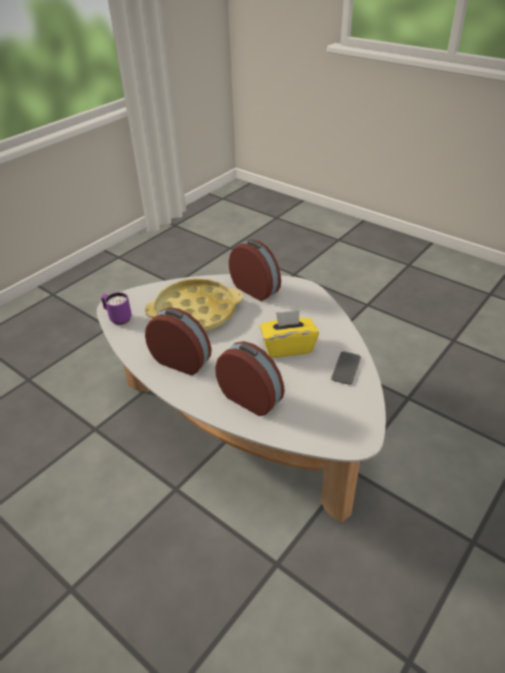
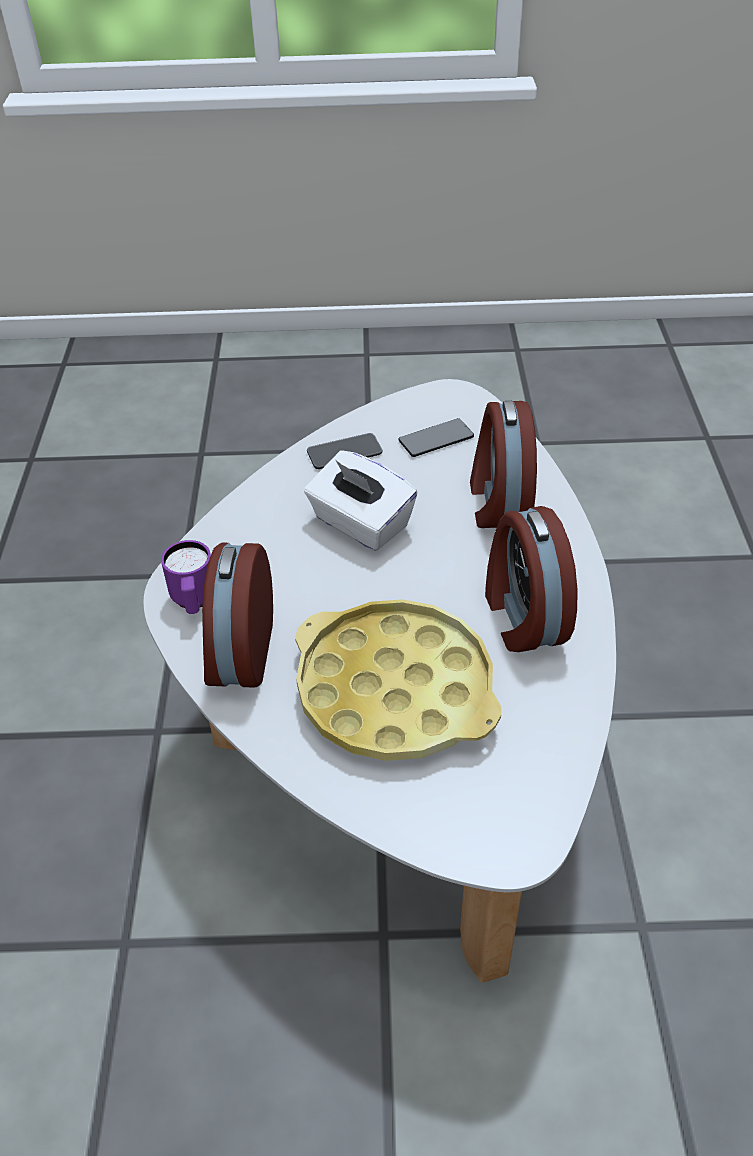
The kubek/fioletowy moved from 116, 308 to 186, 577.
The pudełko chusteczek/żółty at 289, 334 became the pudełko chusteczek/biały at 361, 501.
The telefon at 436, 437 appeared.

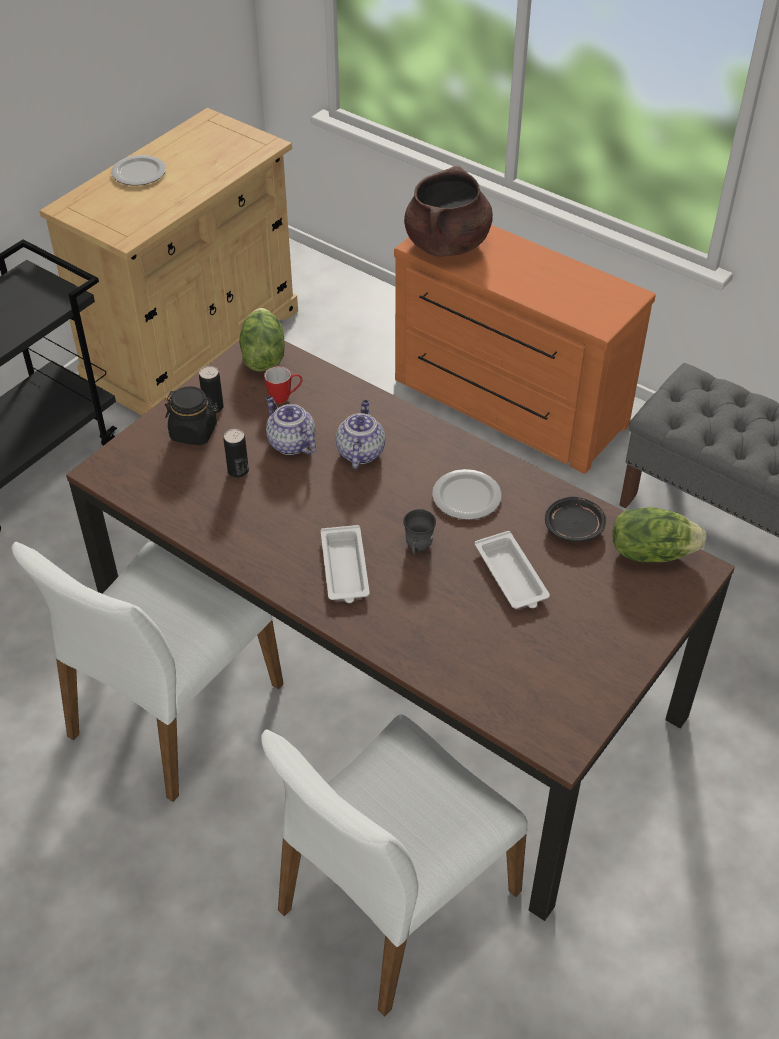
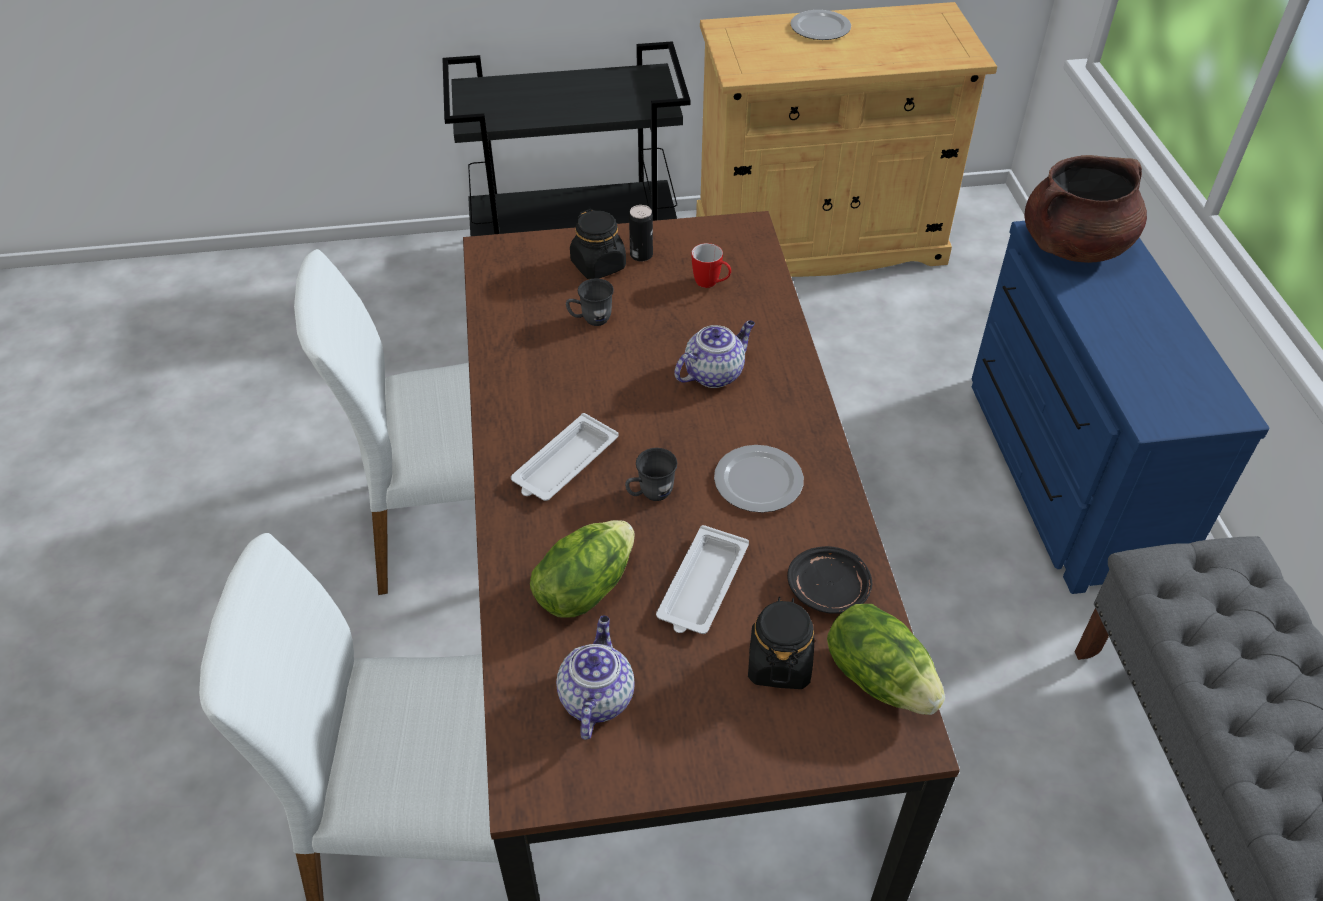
The puszka at 236, 453 was replaced by the kubek/szary at 590, 302.
The sałata moved from 262, 340 to 582, 568.
The imbryk moved from 290, 425 to 595, 678.
The komoda/pomarańczowy at 525, 349 became the komoda/niebieski at 1120, 407.
The słoik/czarny at 781, 643 appeared.

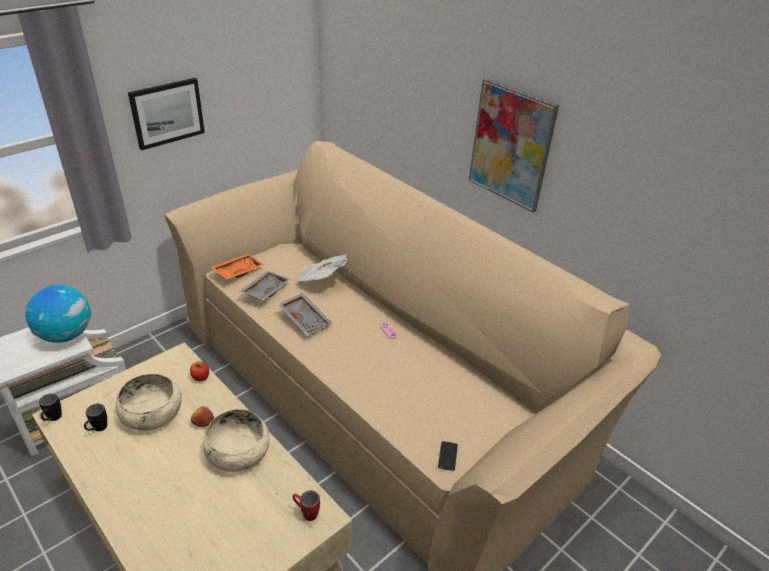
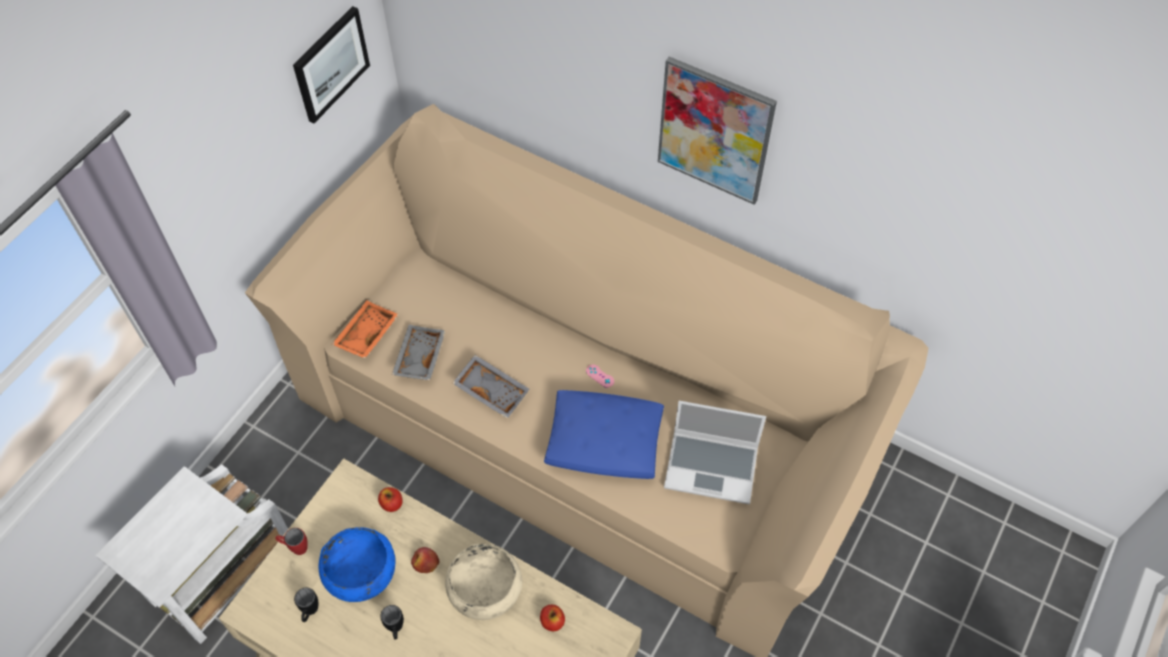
The globus at 58, 314 disappeared.
The kubek/czarny moved from 50, 407 to 392, 622.
The miska/beżowy at 148, 402 became the miska/niebieski at 357, 564.
The obraz moved from 166, 114 to 331, 64.
The kubek/czerwony moved from 306, 505 to 291, 541.
The gazeta at 322, 268 disappeared.
The telefon at 448, 456 disappeared.
The jabłko at 552, 618 appeared.
The poduszka/niebieski at 604, 434 appeared.
The laptop at 715, 452 appeared.

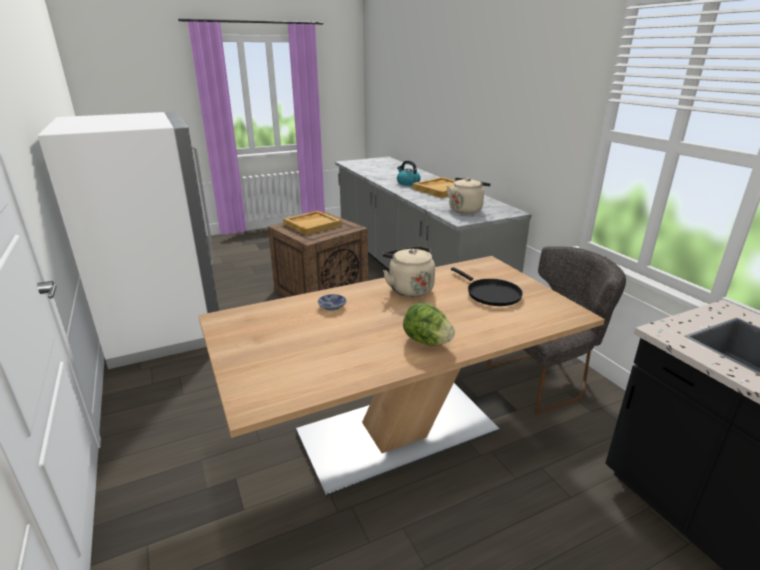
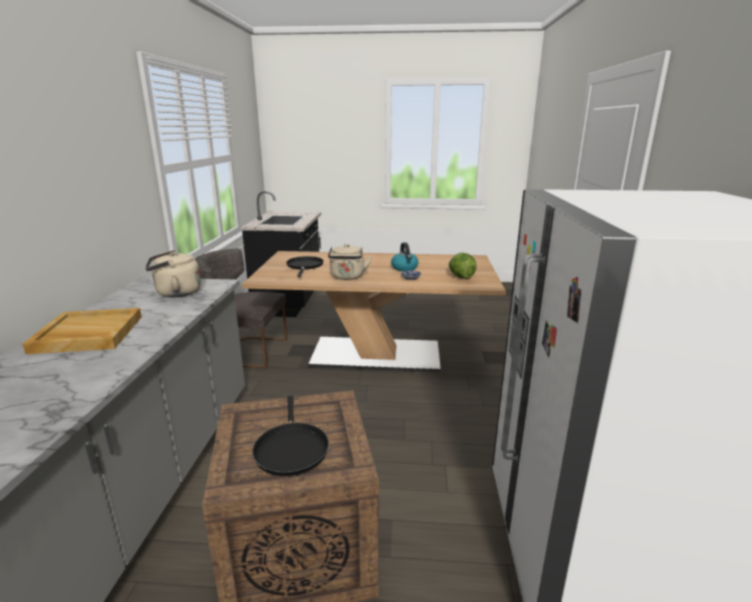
The taca/beżowy at 312, 223 was replaced by the patelnia/czarny at 290, 436.
The czajnik moved from 409, 173 to 405, 256.
The sałata moved from 429, 324 to 463, 266.

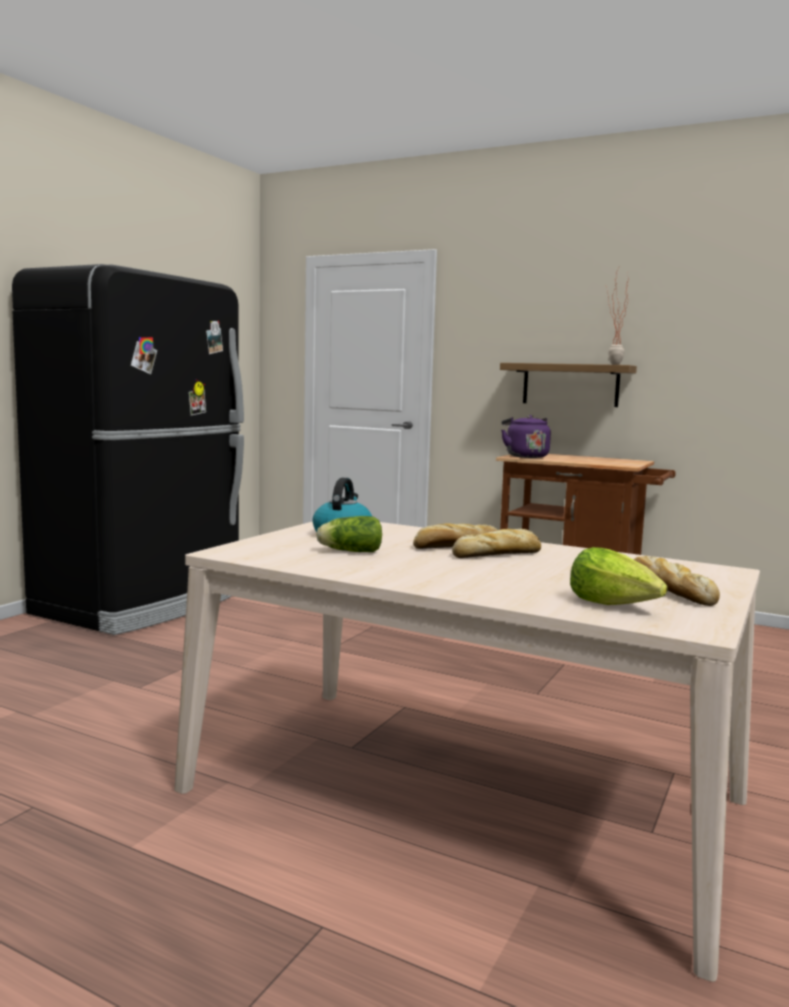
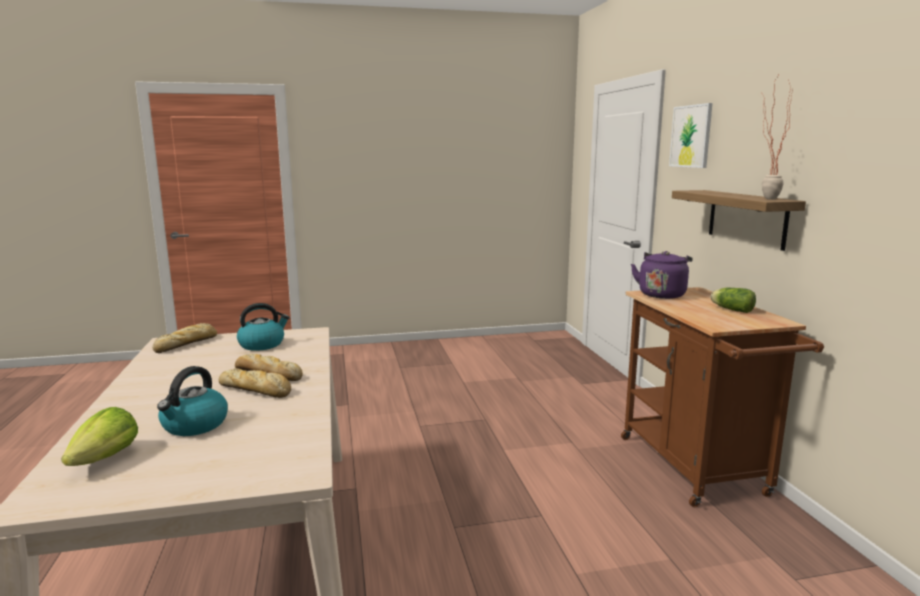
The lodówka/czarny at 128, 449 disappeared.
The sałata moved from 349, 534 to 733, 300.
The chleb moved from 677, 581 to 185, 338.
The czajnik at 192, 401 appeared.
The obraz at 691, 135 appeared.

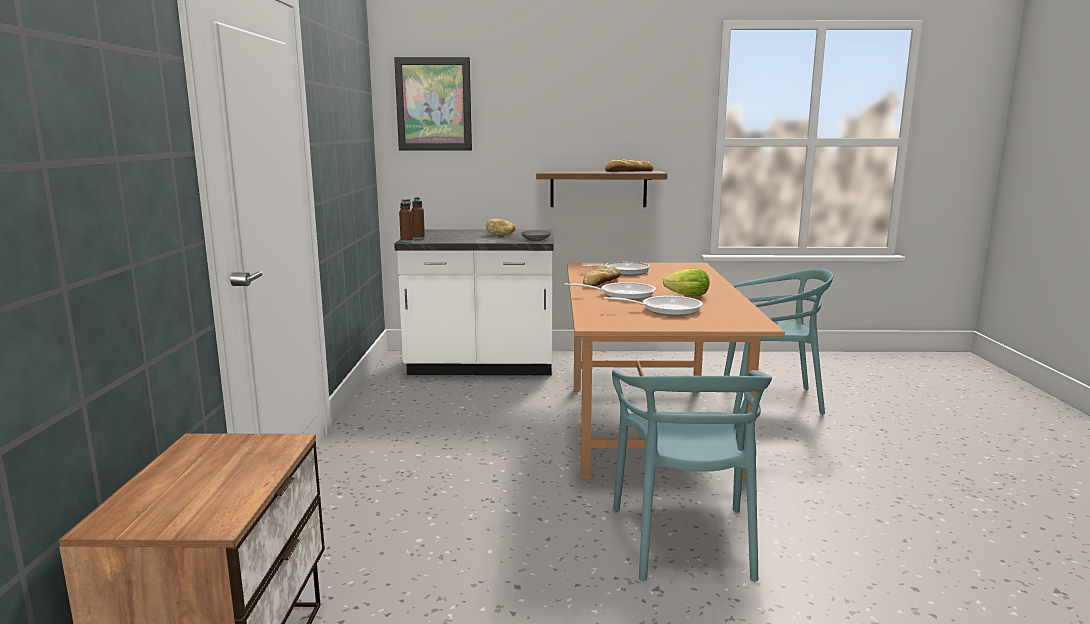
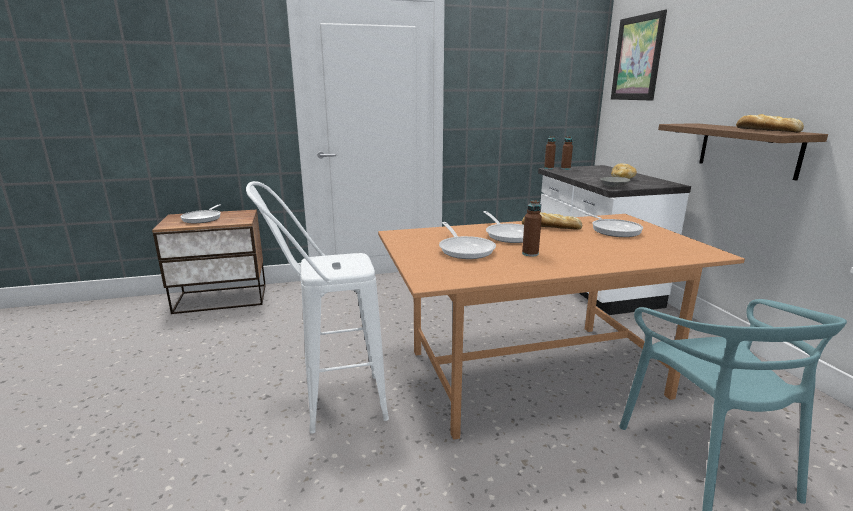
The krzesło/turkusowy at 692, 476 was replaced by the stołek/biały at 317, 307.
The sałata at 686, 282 was replaced by the butelka/brązowy at 532, 228.
The patelnia at 201, 214 appeared.

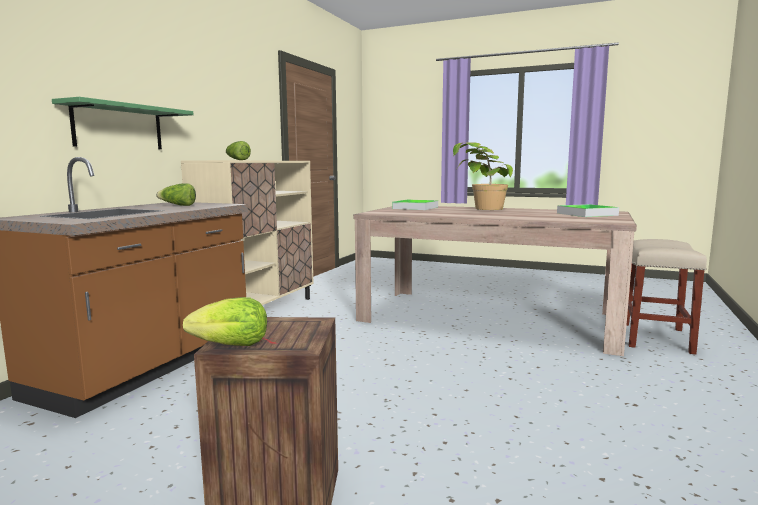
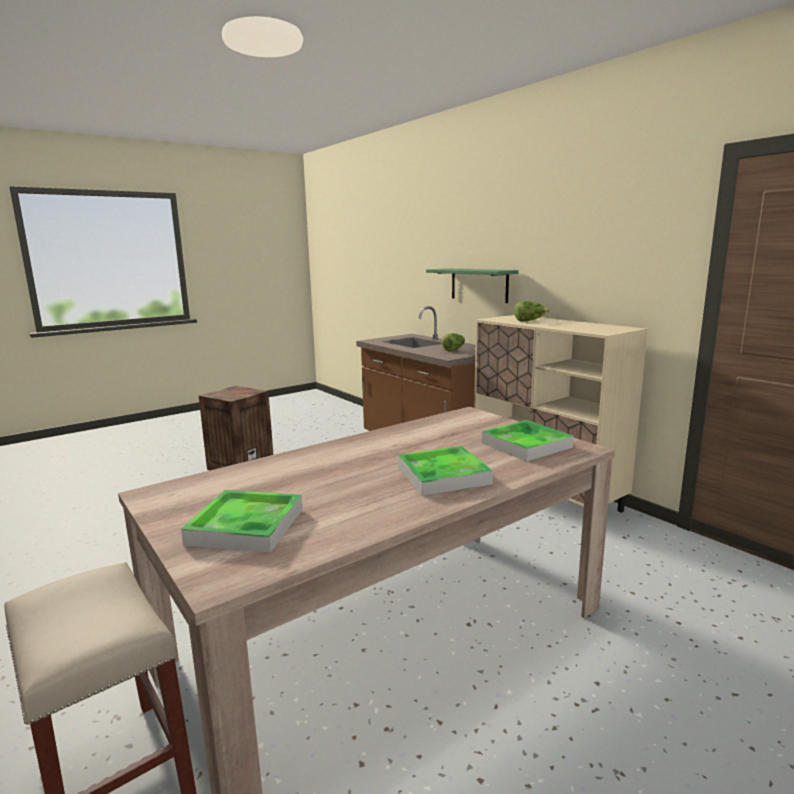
The sałata at 225, 321 disappeared.
The roślina doniczkowa at 483, 176 was replaced by the taca at 445, 470.

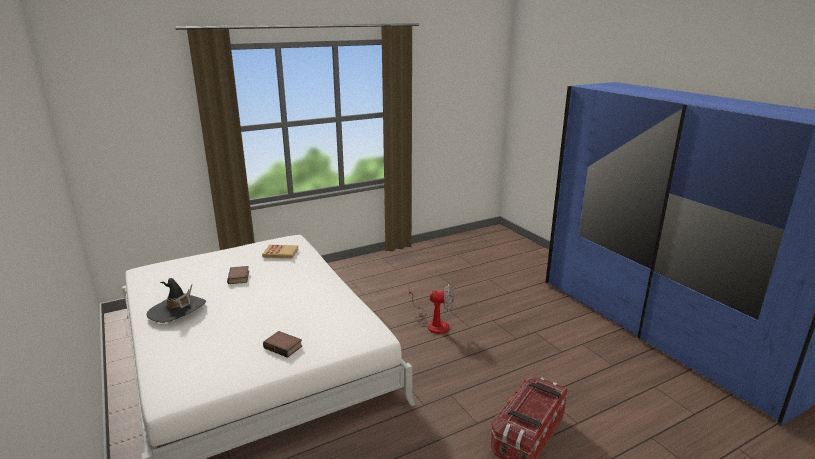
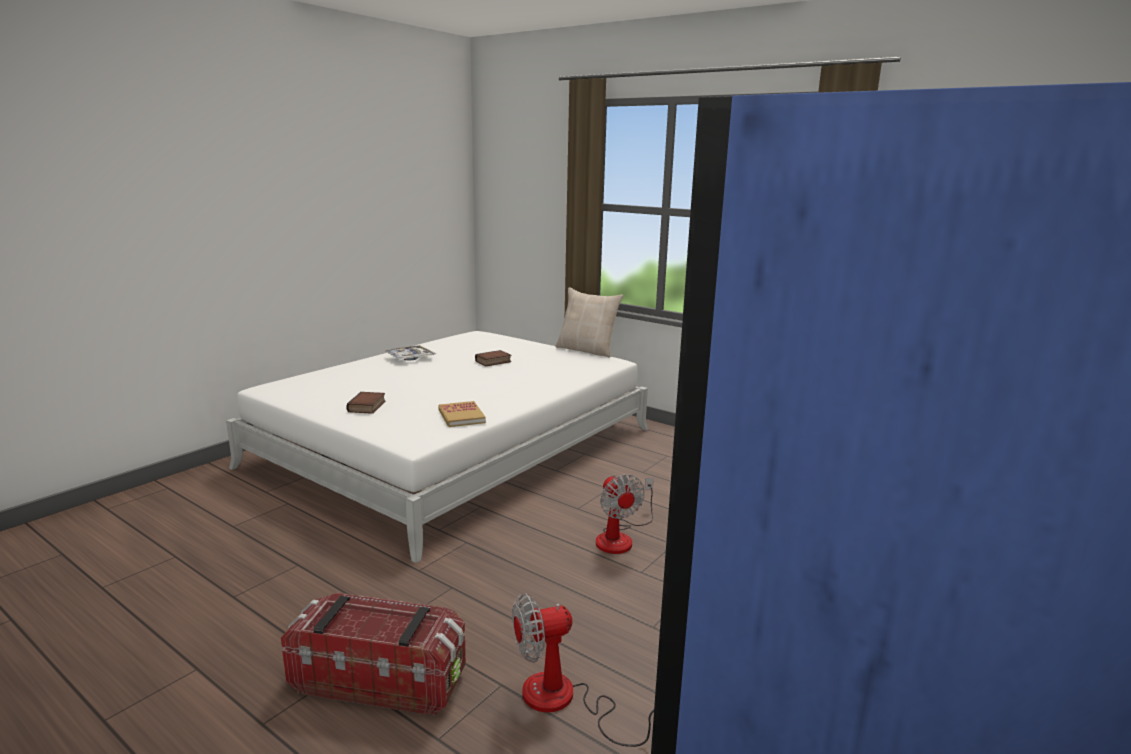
The kapelusz/czarny at 176, 300 was replaced by the taca at 411, 352.
The książka moved from 280, 252 to 462, 414.
The wentylator at 583, 670 appeared.
The poduszka/beżowy at 589, 322 appeared.

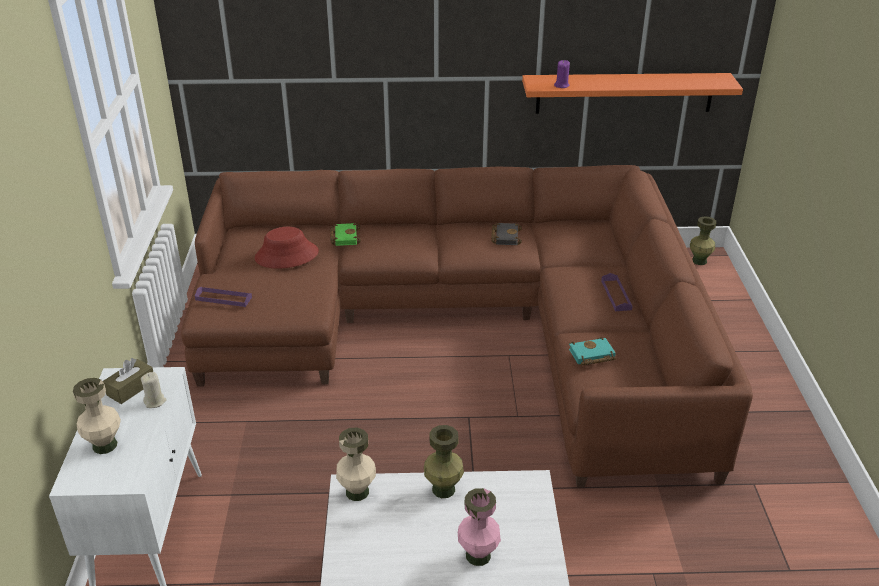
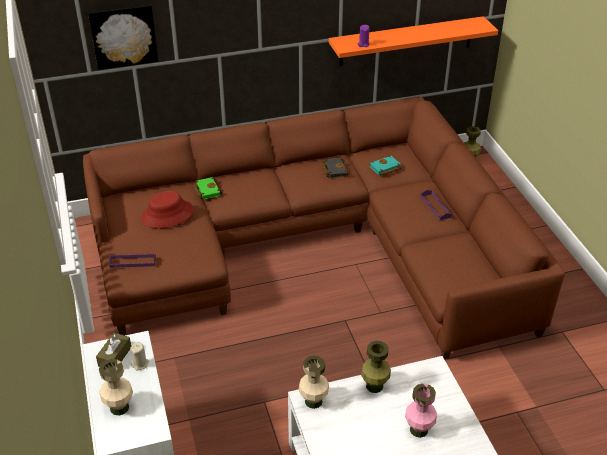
The książka/turkusowy moved from 592, 351 to 385, 165.
The obraz at 123, 37 appeared.

